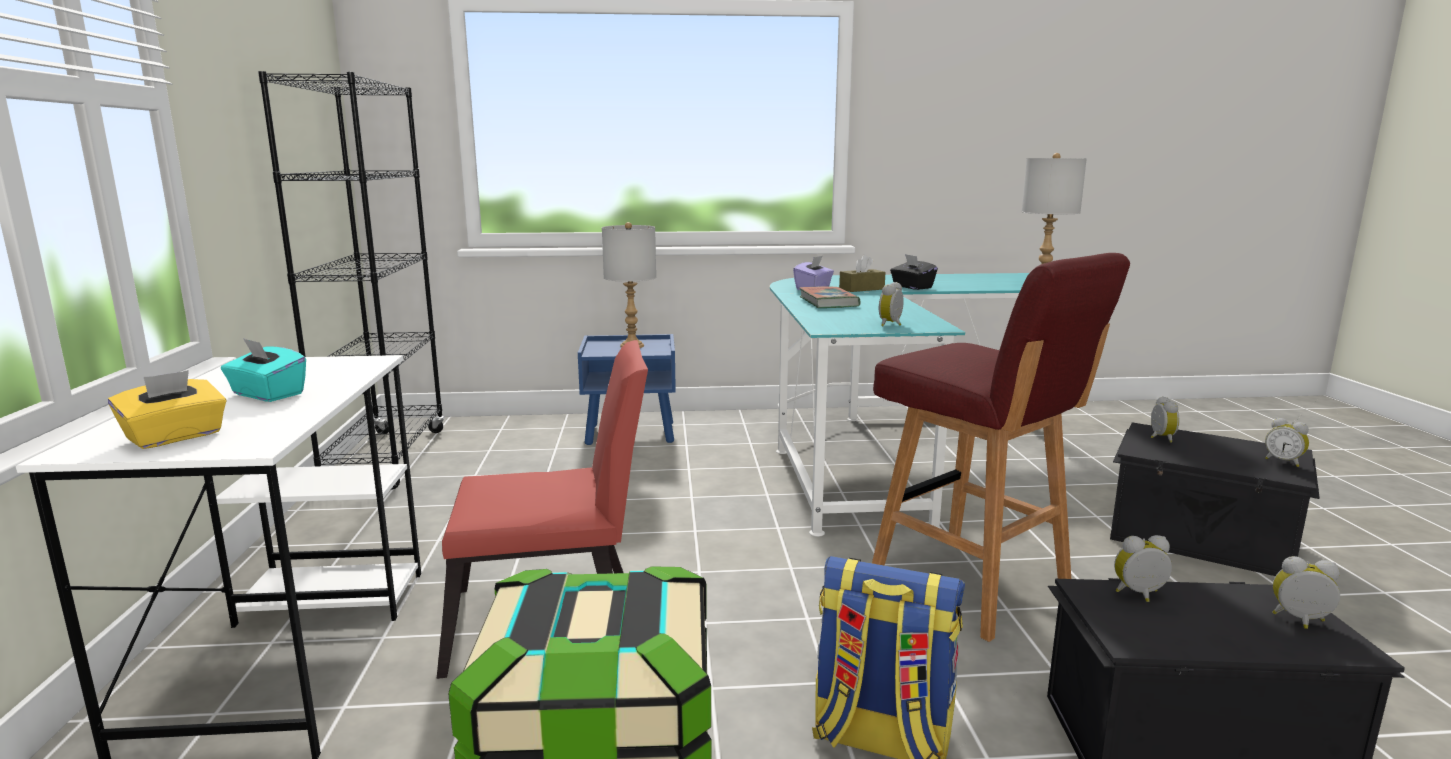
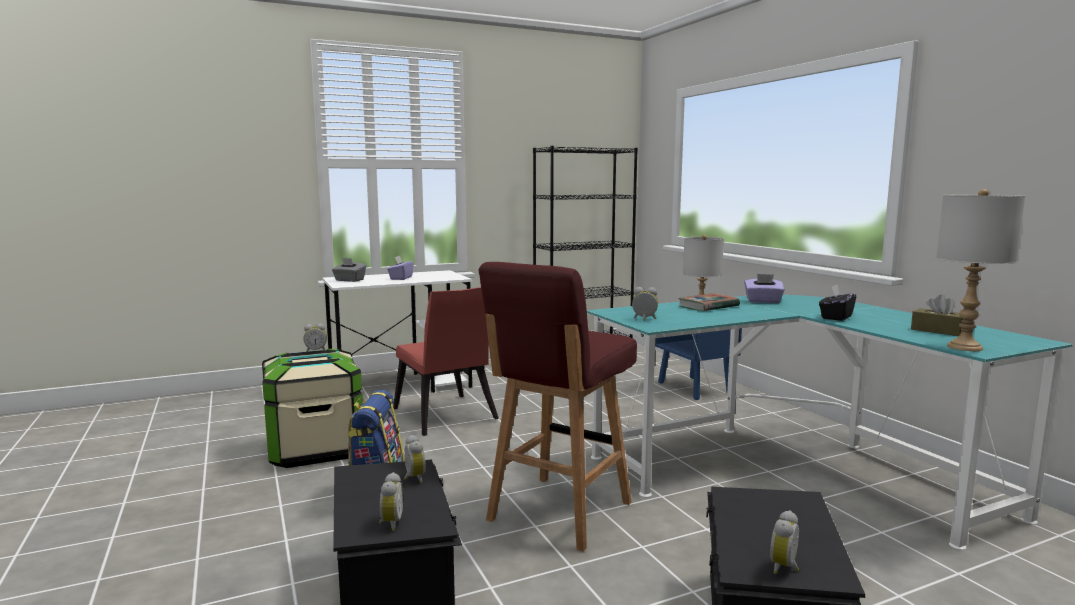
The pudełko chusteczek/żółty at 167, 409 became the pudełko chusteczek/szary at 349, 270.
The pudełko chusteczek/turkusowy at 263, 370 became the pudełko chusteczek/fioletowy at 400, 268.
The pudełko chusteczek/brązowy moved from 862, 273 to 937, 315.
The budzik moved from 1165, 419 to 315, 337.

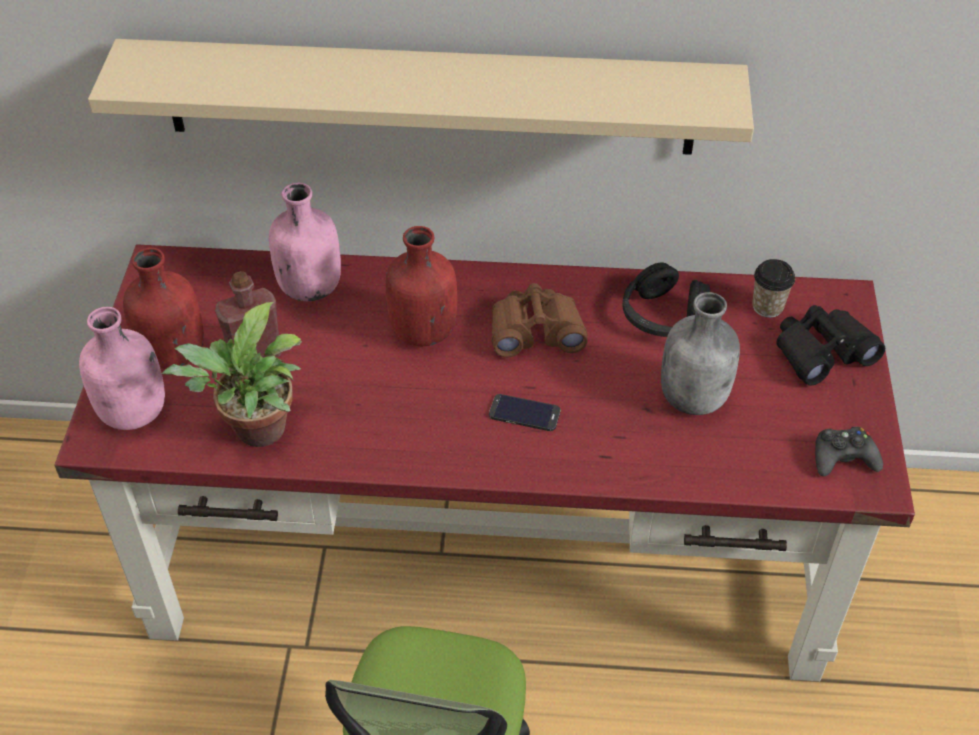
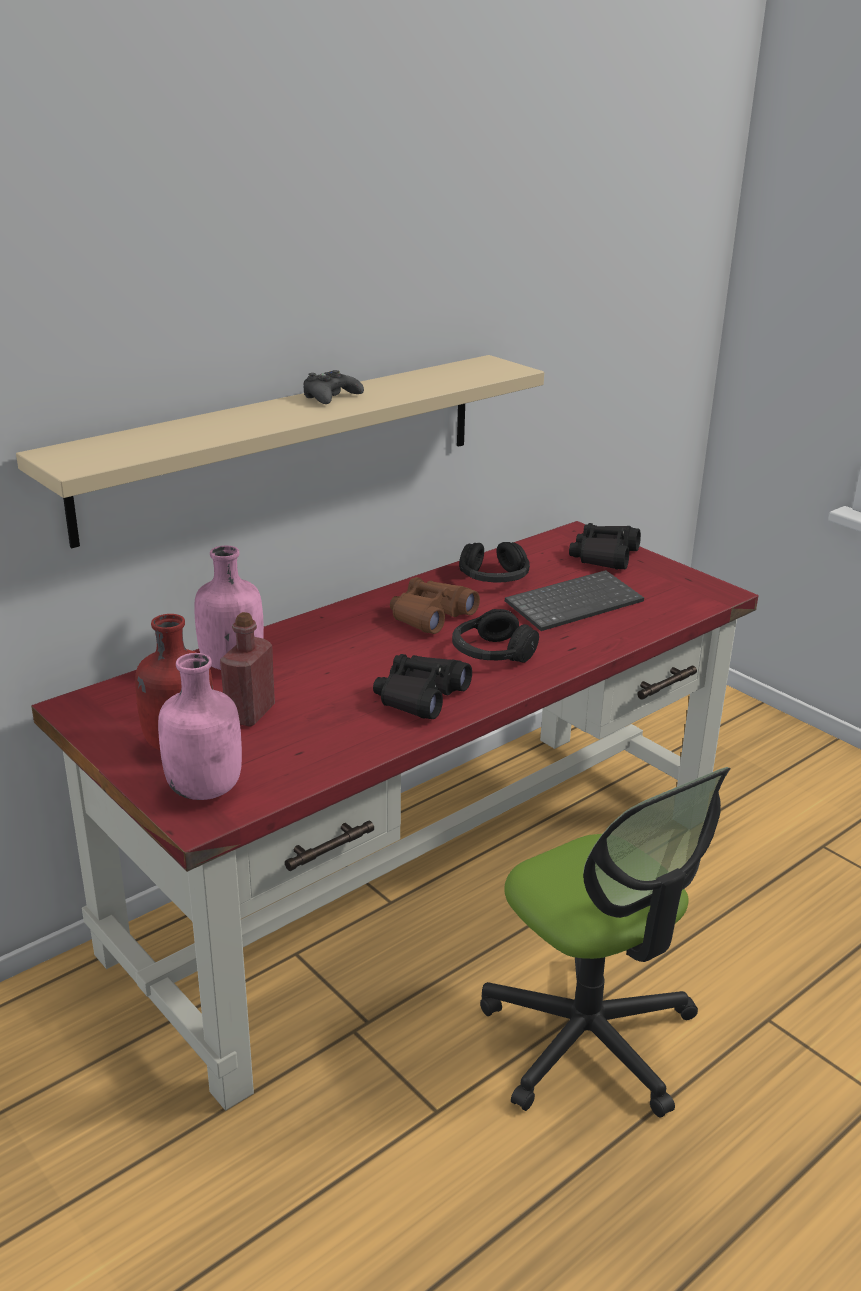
The roślina doniczkowa at 232, 374 disappeared.
The butelka/czerwony at 421, 286 disappeared.
The telefon at 525, 412 was replaced by the słuchawki/czarny at 495, 635.
The butelka/szary at 700, 353 was replaced by the klawiatura at 574, 600.
The filiżanka at 773, 288 disappeared.
The pad do gier/czarny moved from 849, 451 to 333, 387.
The lornetka/czarny at 422, 686 appeared.

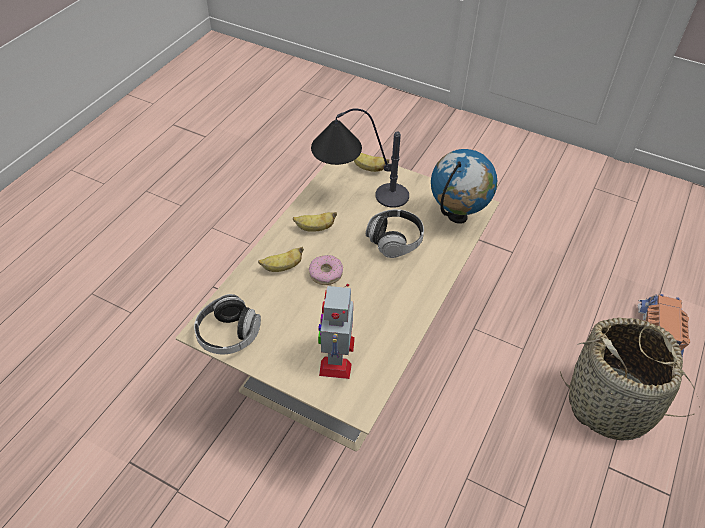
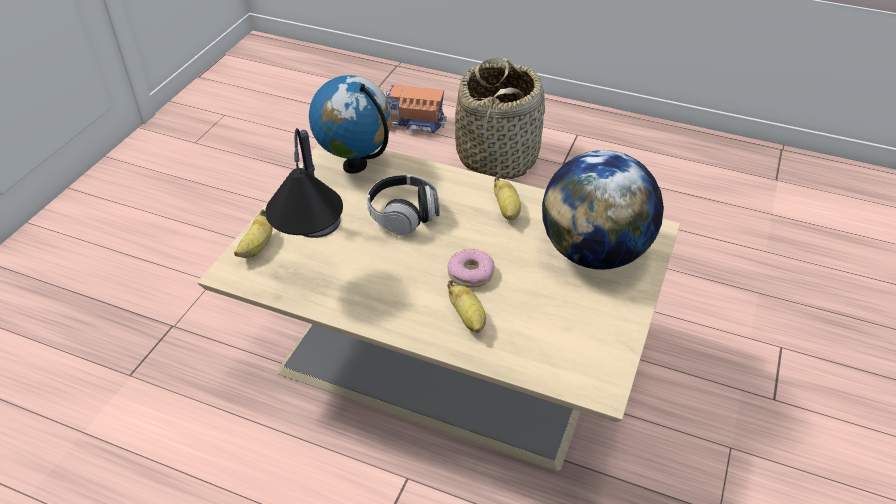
The słuchawki at 227, 324 disappeared.
The banan moved from 315, 222 to 507, 197.
The robot zabawkowy at 336, 331 was replaced by the globus at 603, 210.

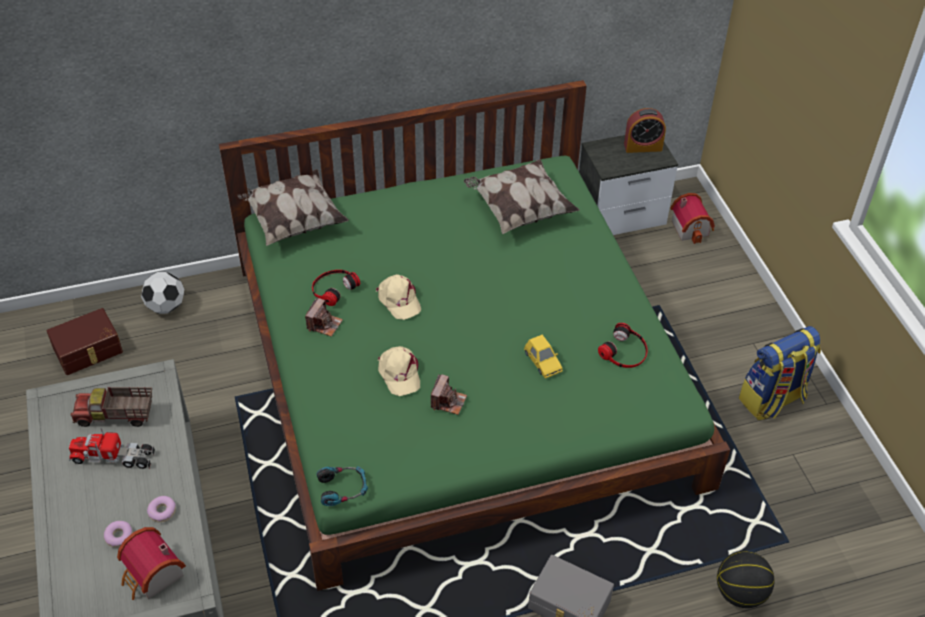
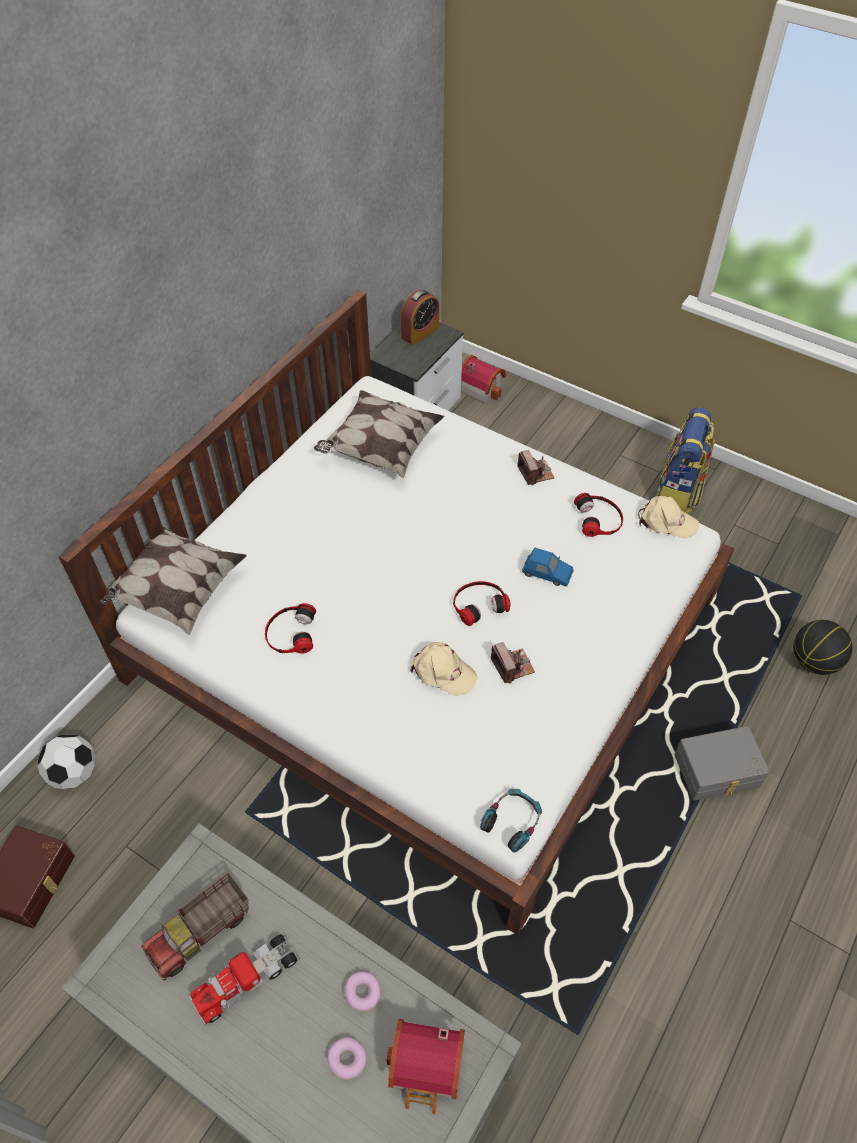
The łóżko/zielony at 474, 335 became the łóżko/biały at 397, 612.
The aparat fotograficzny moved from 324, 317 to 535, 467.
The czapka z daszkiem/beżowy moved from 398, 297 to 668, 517.
The samochodzik/żółty at 543, 356 became the samochodzik/niebieski at 548, 567.
The słuchawki at 482, 603 appeared.

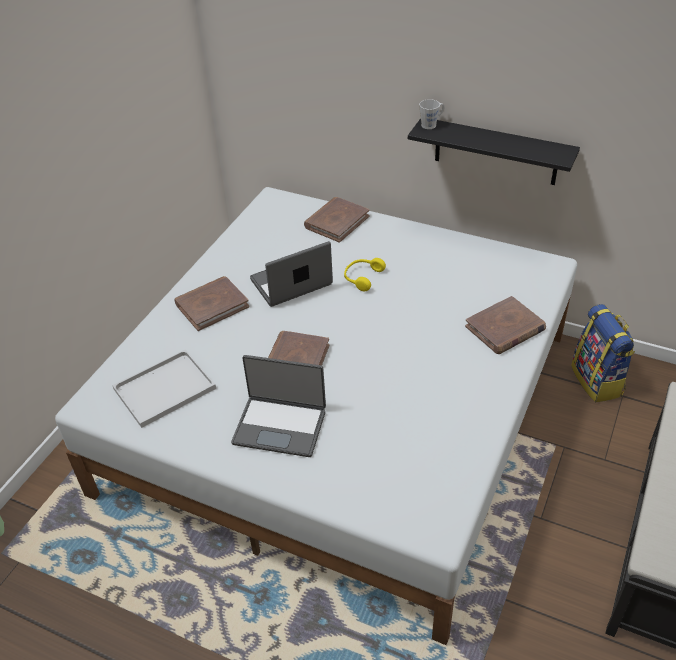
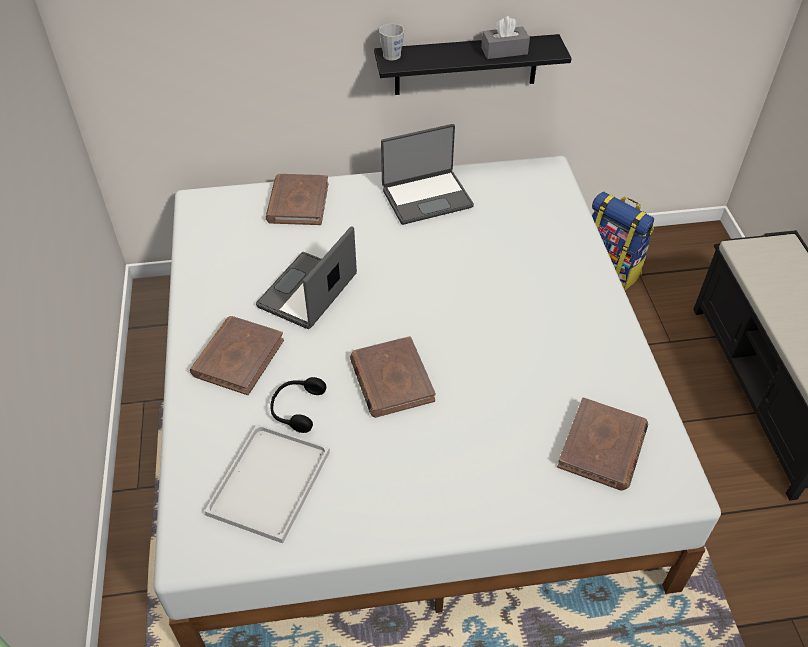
The laptop moved from 278, 406 to 427, 174.
The słuchawki/żółty at 365, 274 disappeared.
The książka/brązowy moved from 505, 325 to 602, 444.
The słuchawki/czarny at 298, 405 appeared.
The pudełko chusteczek/szary at 505, 37 appeared.

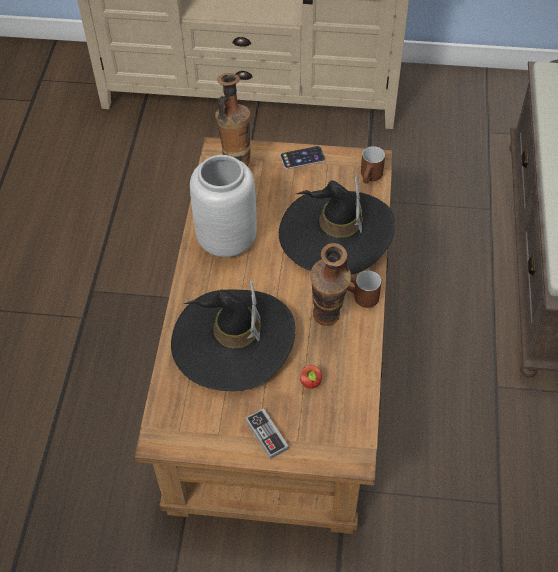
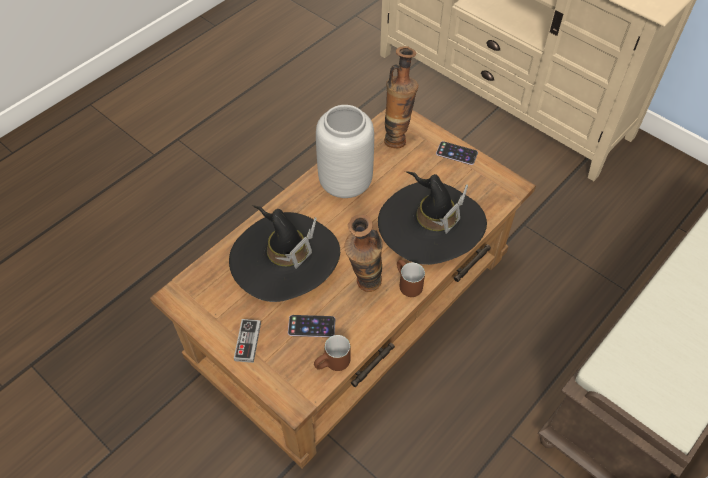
The jabłko at 311, 377 was replaced by the telefon at 311, 326.
The kubek/brązowy moved from 373, 165 to 332, 353.

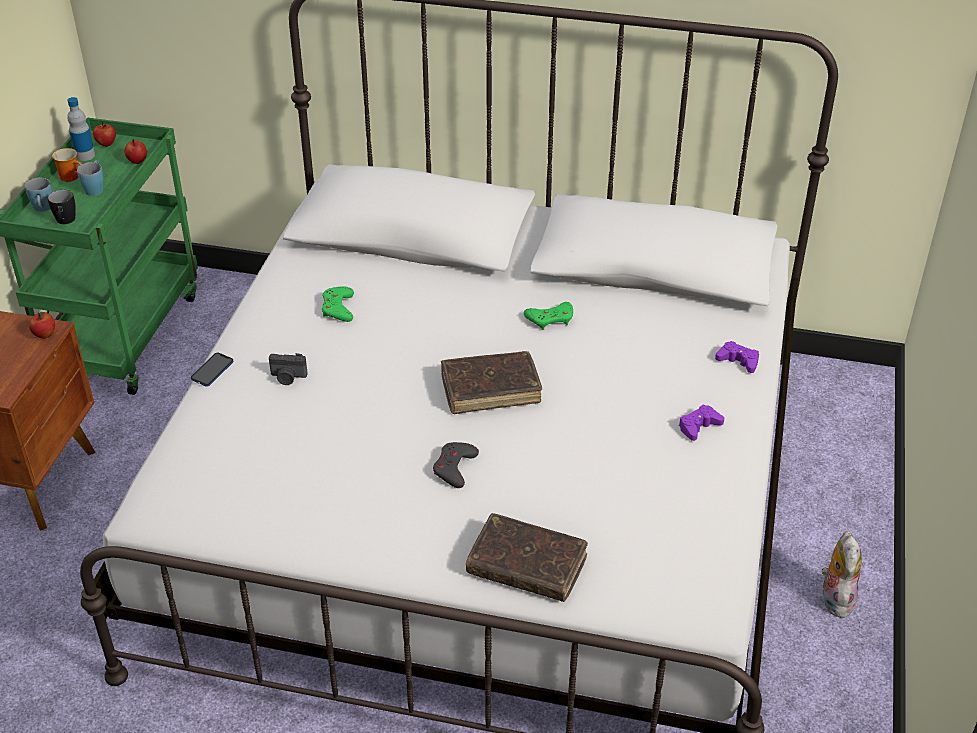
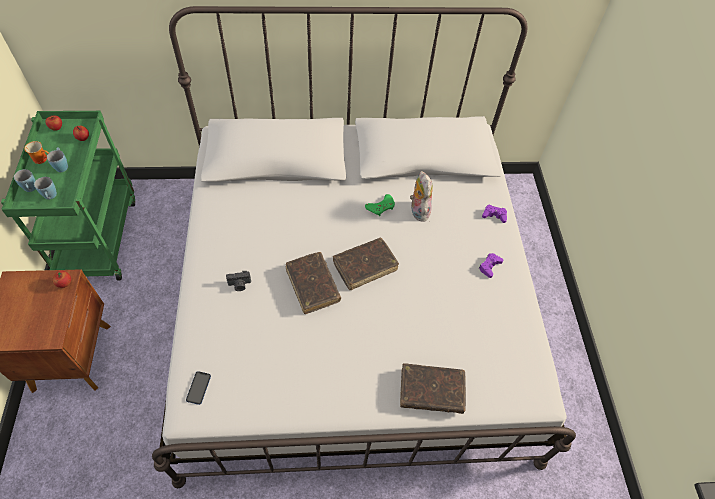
The kubek/czarny at 62, 207 became the kubek/niebieski at 45, 188.
The butelka at 81, 129 disappeared.
The telefon moved from 212, 369 to 198, 388.
The pad do gier/zielony at 338, 304 disappeared.
The pad do gier/szary at 456, 465 disappeared.
The pluszak moved from 842, 575 to 421, 196.
The książka/brązowy at 313, 283 appeared.

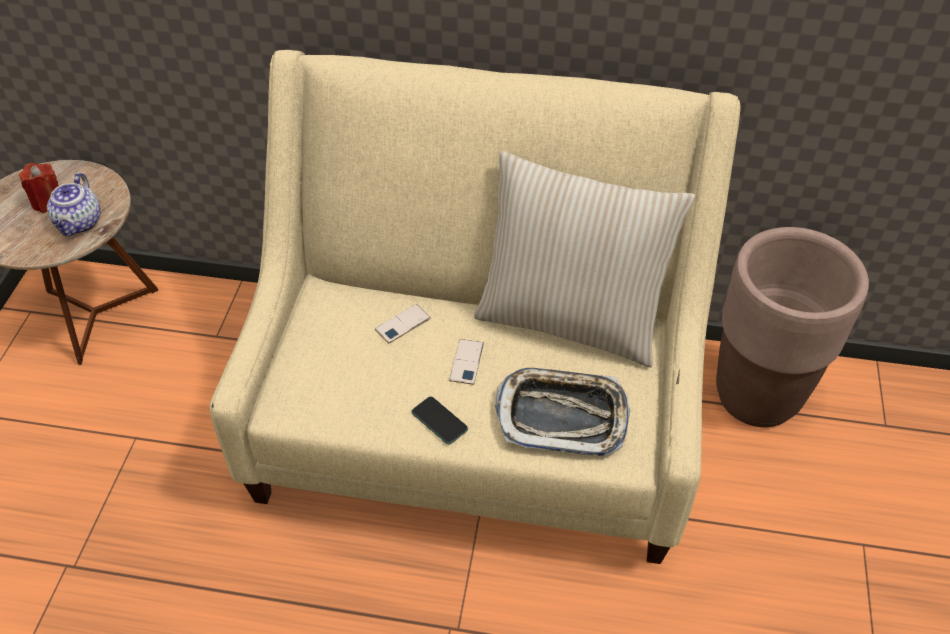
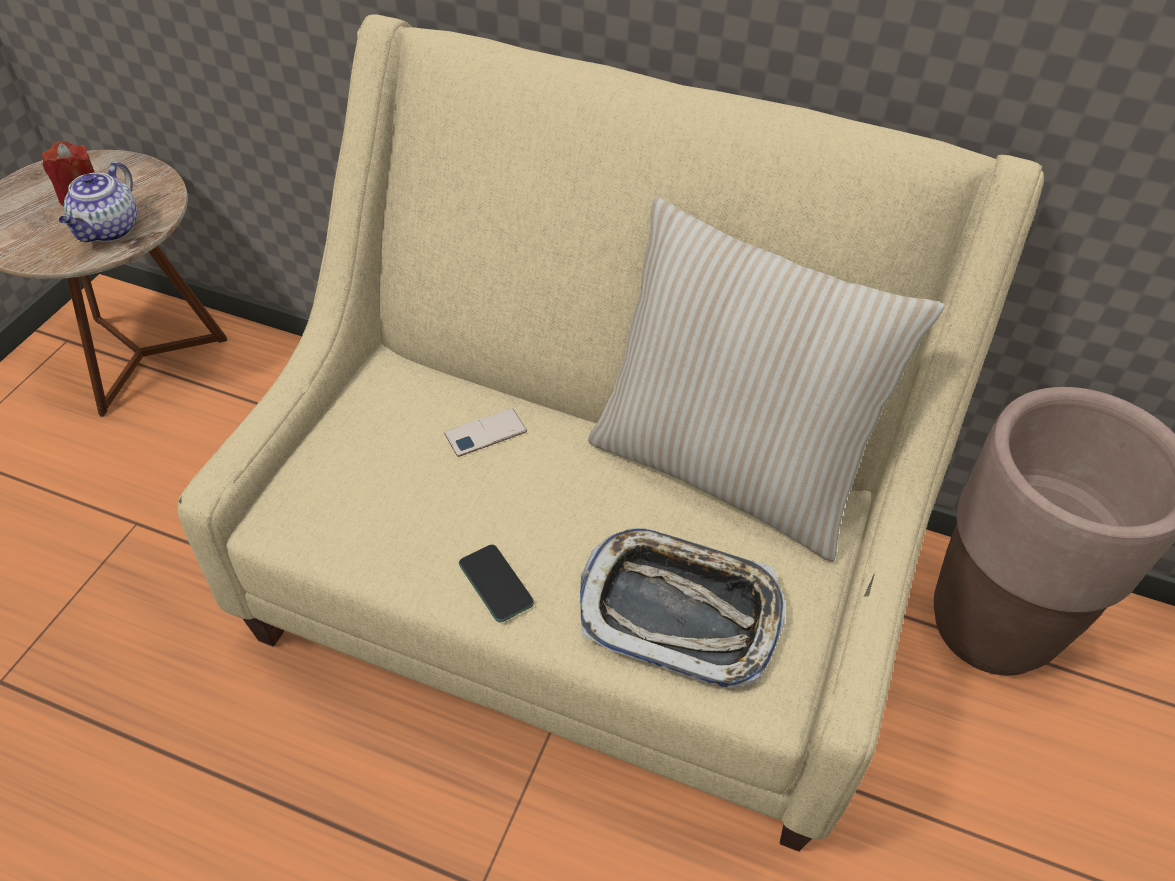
The telefon at 466, 362 disappeared.

